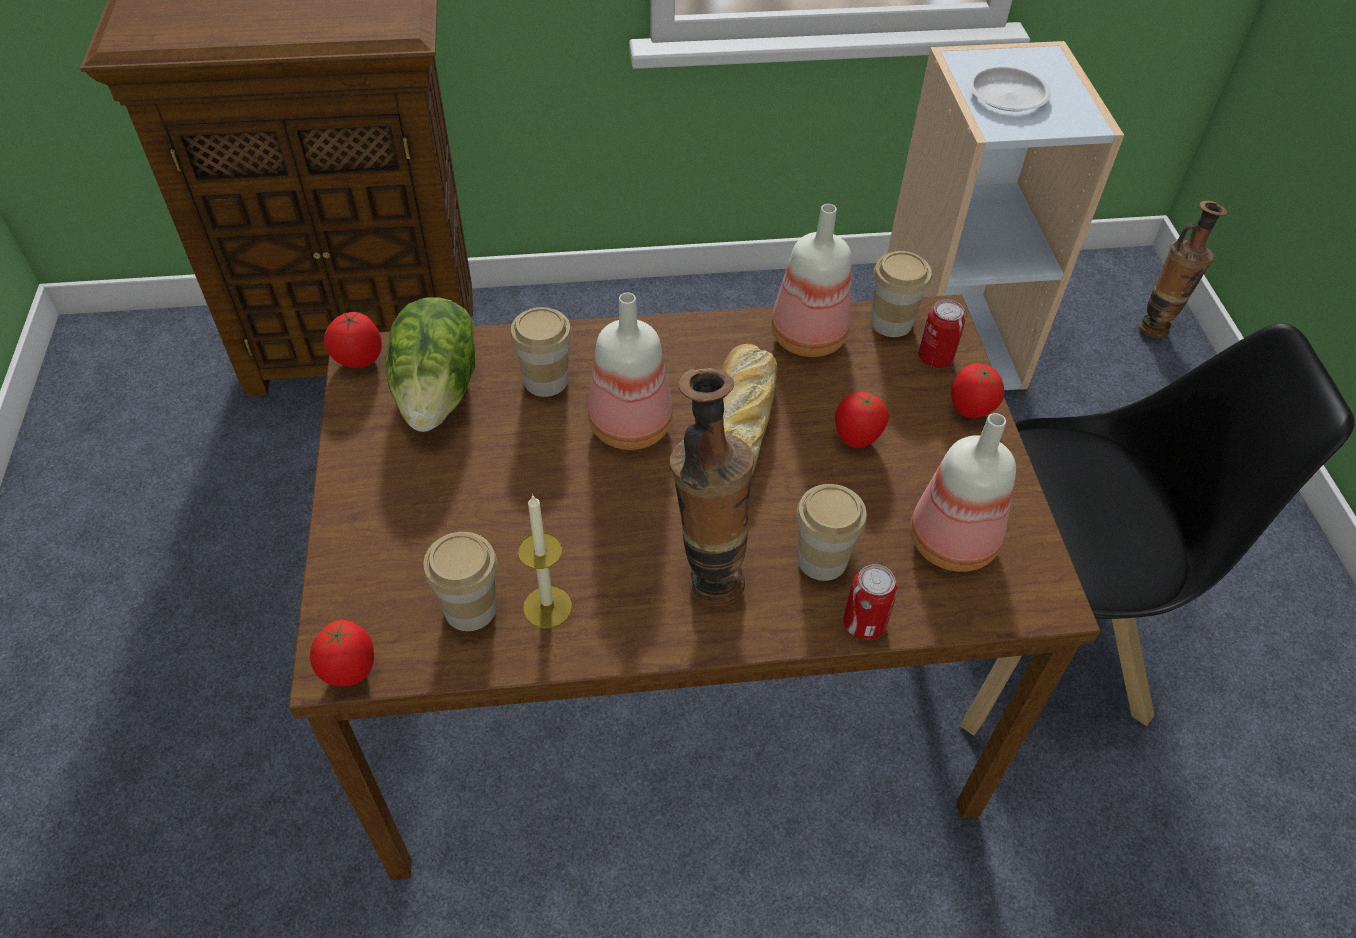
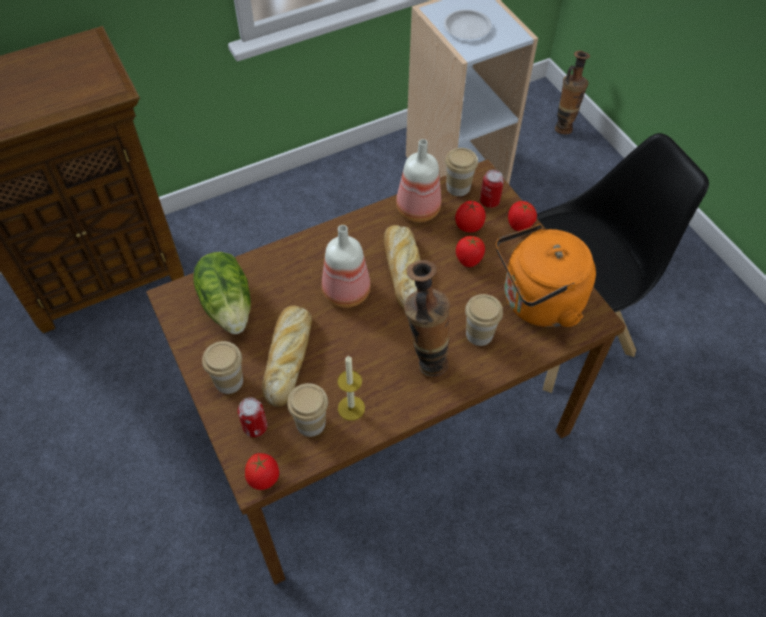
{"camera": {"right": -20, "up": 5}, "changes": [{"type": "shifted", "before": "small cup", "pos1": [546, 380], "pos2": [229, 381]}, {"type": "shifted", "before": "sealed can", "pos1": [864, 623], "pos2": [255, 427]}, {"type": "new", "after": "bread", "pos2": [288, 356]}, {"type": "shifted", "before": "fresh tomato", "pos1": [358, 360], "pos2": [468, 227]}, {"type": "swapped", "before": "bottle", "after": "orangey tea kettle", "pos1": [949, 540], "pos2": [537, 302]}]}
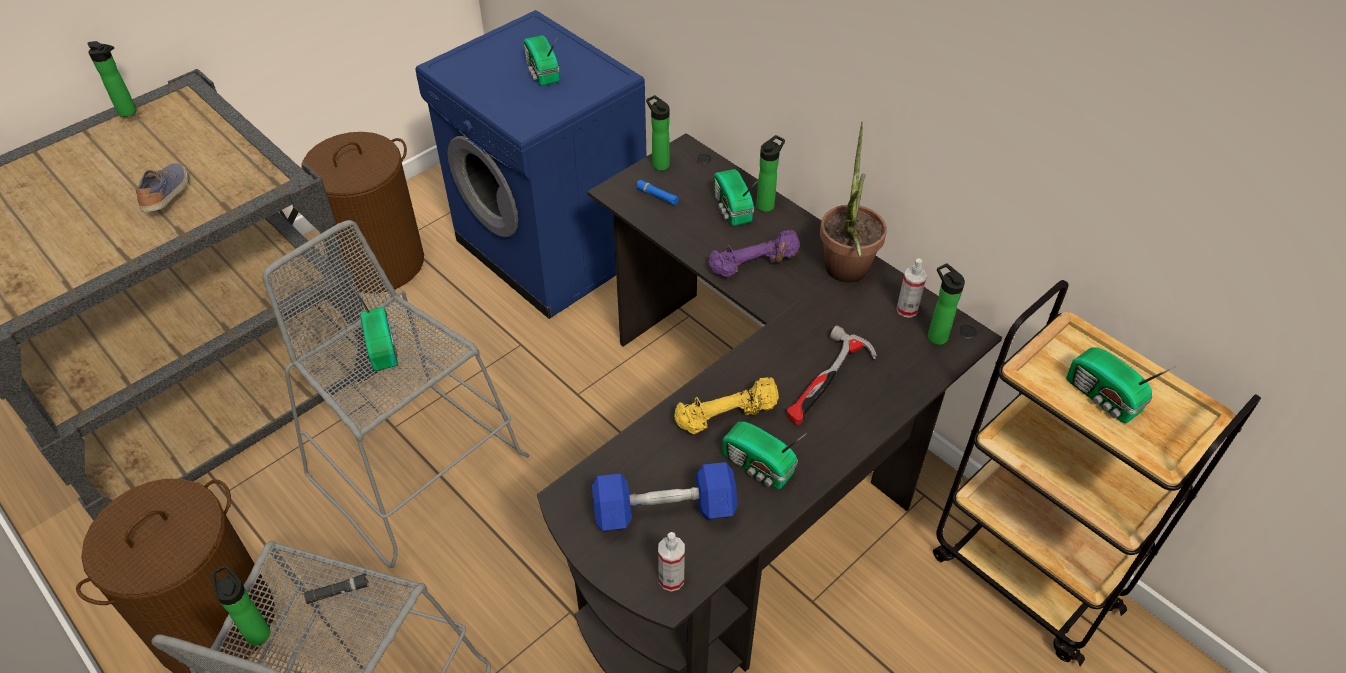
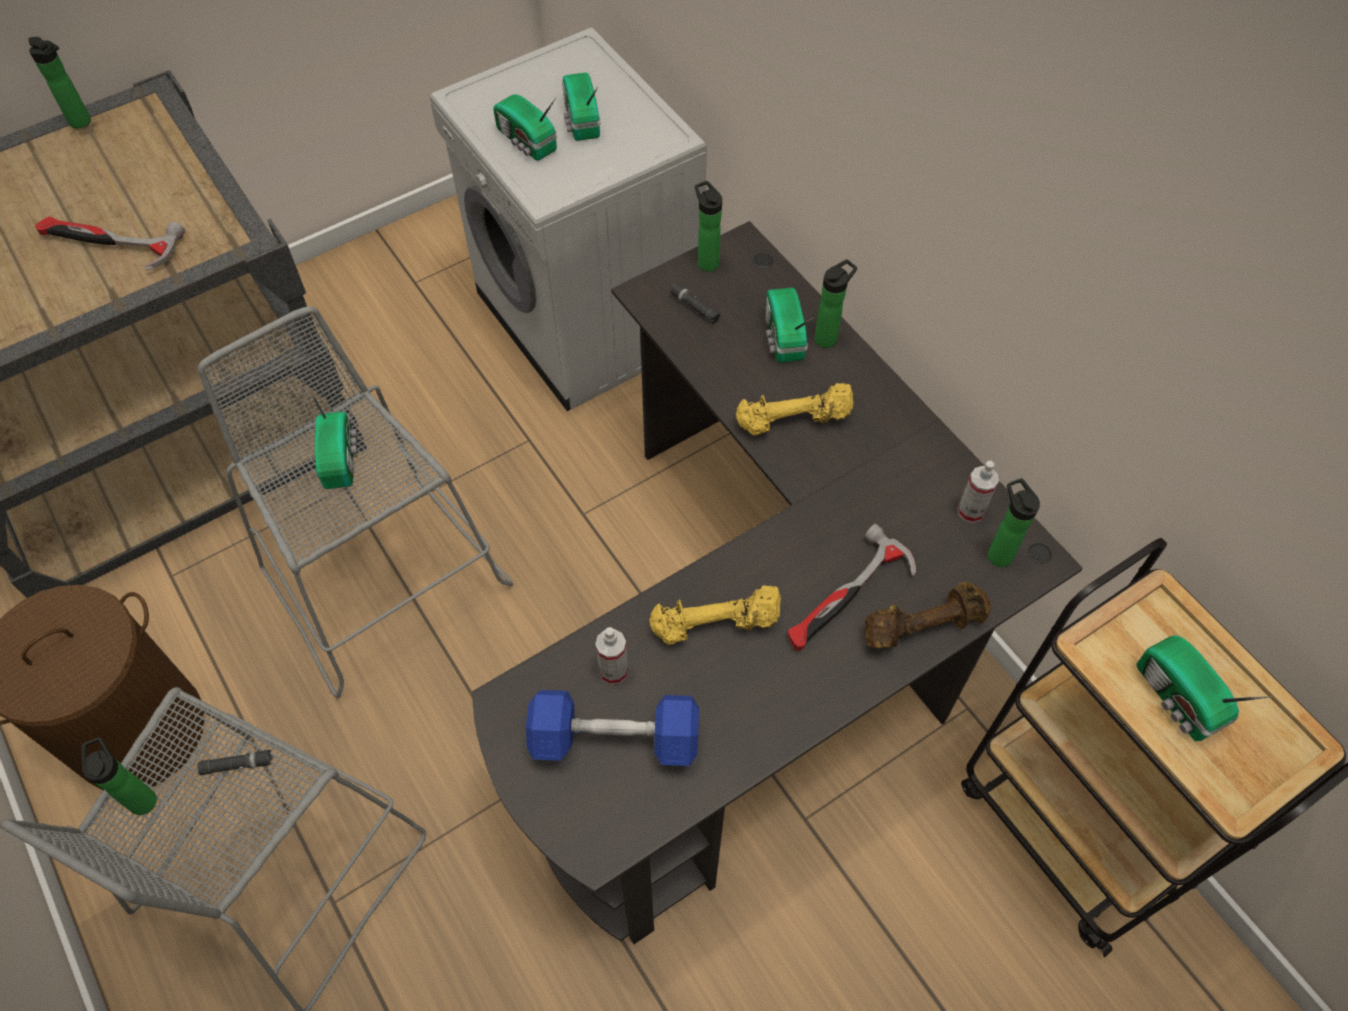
{"camera": {"right": 10, "up": 10}, "changes": [{"type": "swapped", "before": "low shoe", "after": "tool hammer", "pos1": [168, 195], "pos2": [108, 244]}, {"type": "repainted", "before": "blue laundry machine", "after": "white laundry machine", "pos1": [549, 251], "pos2": [583, 321]}, {"type": "shifted", "before": "radio set", "pos1": [758, 467], "pos2": [526, 142]}, {"type": "shifted", "before": "hand sprayer", "pos1": [671, 579], "pos2": [613, 671]}, {"type": "repainted", "before": "blue flashlight", "after": "black-coloured flashlight", "pos1": [657, 196], "pos2": [694, 307]}, {"type": "repainted", "before": "purple-coloured hand weight", "after": "yellow-coloured hand weight", "pos1": [754, 265], "pos2": [794, 421]}, {"type": "new", "after": "brownish hand weight", "pos2": [922, 625]}, {"type": "gone", "before": "brownish hamper", "pos1": [380, 262]}, {"type": "gone", "before": "potted plant", "pos1": [844, 274]}]}
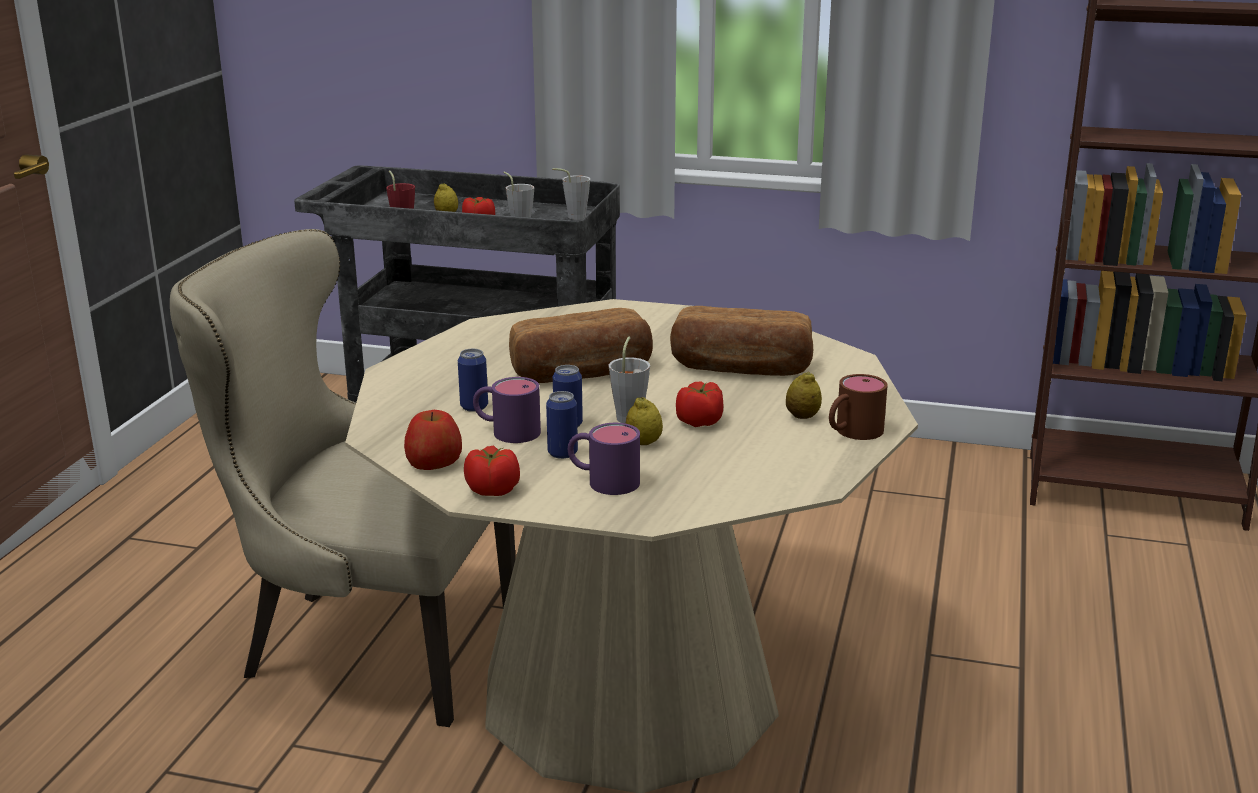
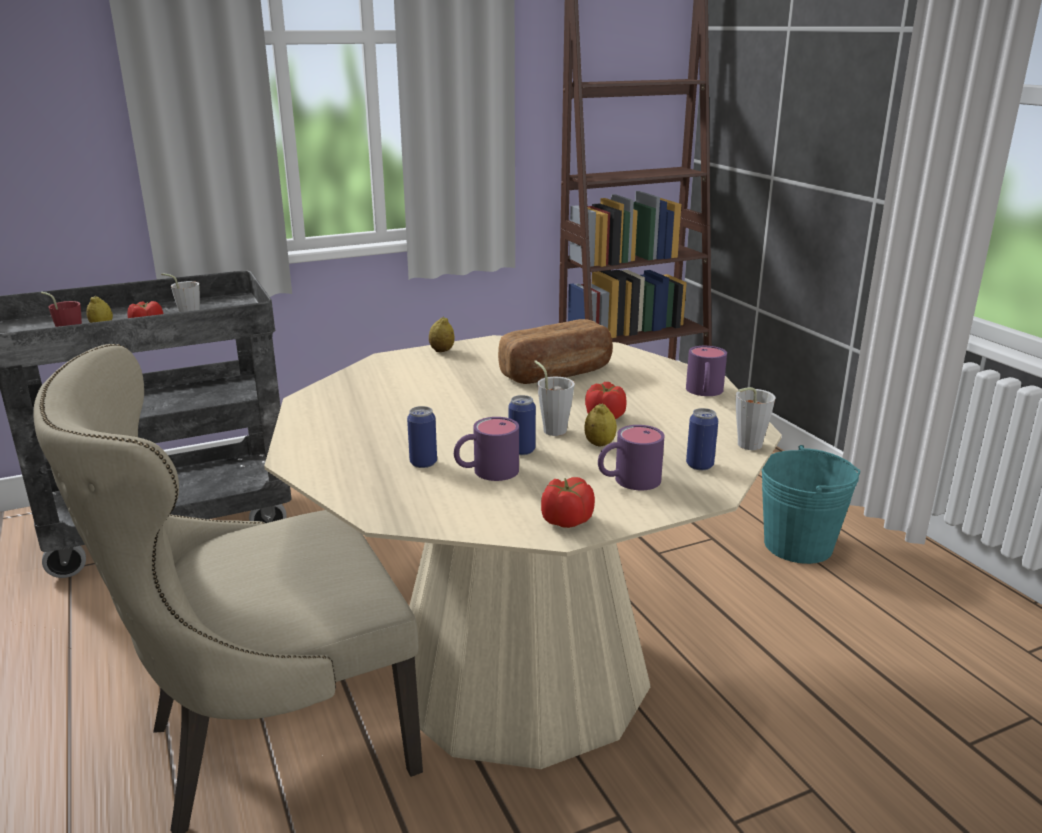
{"camera": {"right": -40, "up": 0}, "changes": [{"type": "shifted", "before": "citrus fruit", "pos1": [802, 417], "pos2": [442, 351]}, {"type": "repainted", "before": "brownish coffee mug", "after": "purple-coloured coffee mug", "pos1": [852, 432], "pos2": [704, 392]}, {"type": "shifted", "before": "sealed can", "pos1": [562, 453], "pos2": [699, 465]}, {"type": "shifted", "before": "gray small cup", "pos1": [572, 217], "pos2": [745, 446]}, {"type": "new", "after": "turquoise pail", "pos2": [798, 545]}, {"type": "gone", "before": "whole apple", "pos1": [433, 463]}, {"type": "gone", "before": "bread", "pos1": [582, 372]}]}
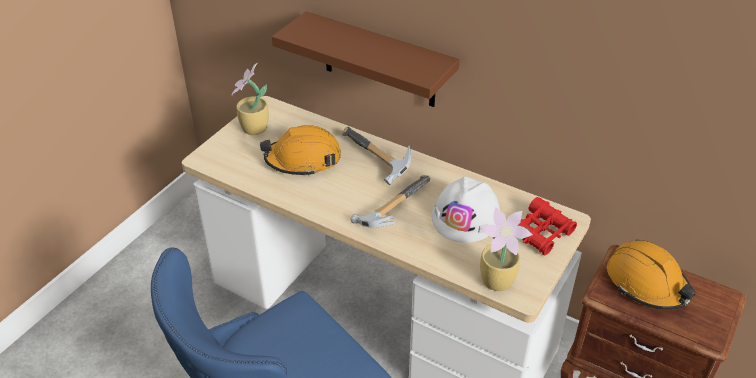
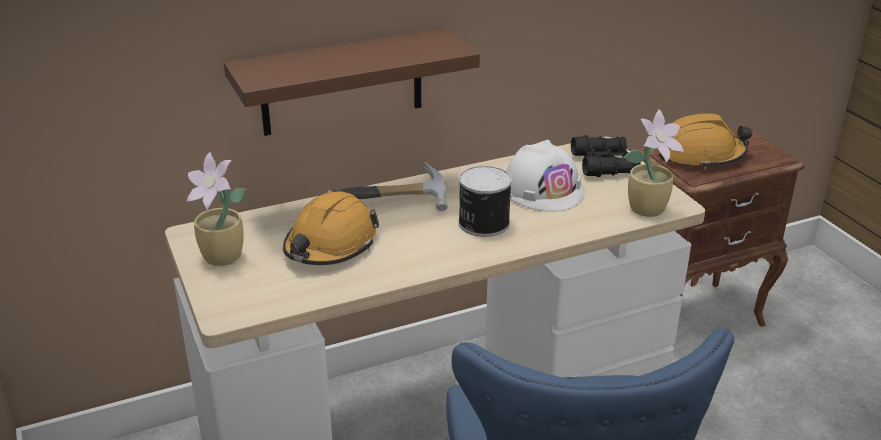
{"camera": {"right": -55, "up": -10}, "changes": [{"type": "swapped", "before": "tool hammer", "after": "sealed can", "pos1": [391, 208], "pos2": [482, 223]}, {"type": "repainted", "before": "red-coloured pair of binoculars", "after": "black-coloured pair of binoculars", "pos1": [540, 232], "pos2": [604, 164]}]}
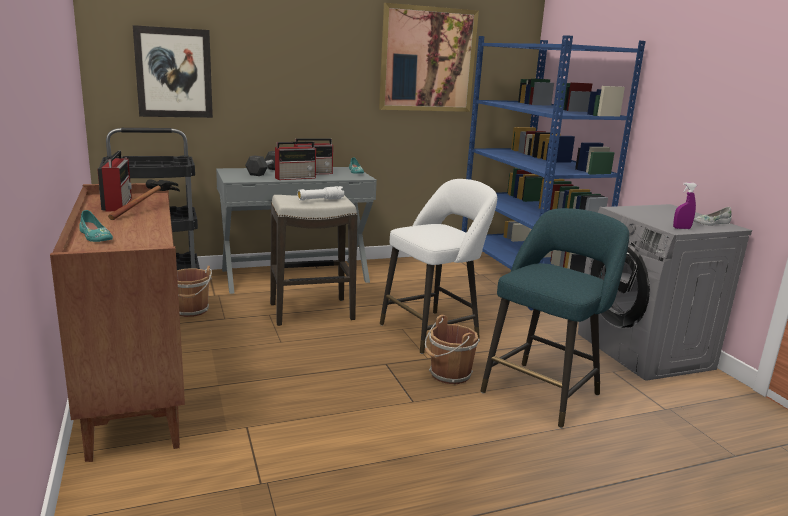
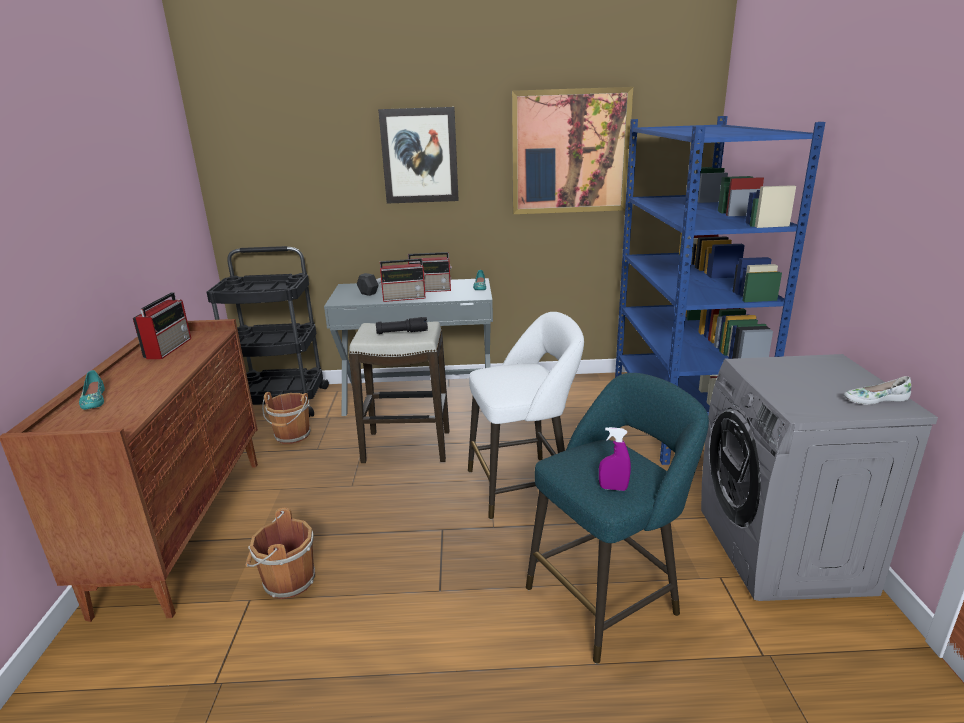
{"camera": {"right": 20, "up": 5}, "changes": [{"type": "shifted", "before": "brownish pail", "pos1": [448, 375], "pos2": [287, 581]}, {"type": "repainted", "before": "white flashlight", "after": "black-coloured flashlight", "pos1": [320, 200], "pos2": [402, 332]}, {"type": "shifted", "before": "wall picture", "pos1": [174, 73], "pos2": [419, 156]}, {"type": "shifted", "before": "purple-coloured hand sprayer", "pos1": [681, 228], "pos2": [613, 488]}, {"type": "gone", "before": "tool hammer", "pos1": [148, 209]}]}
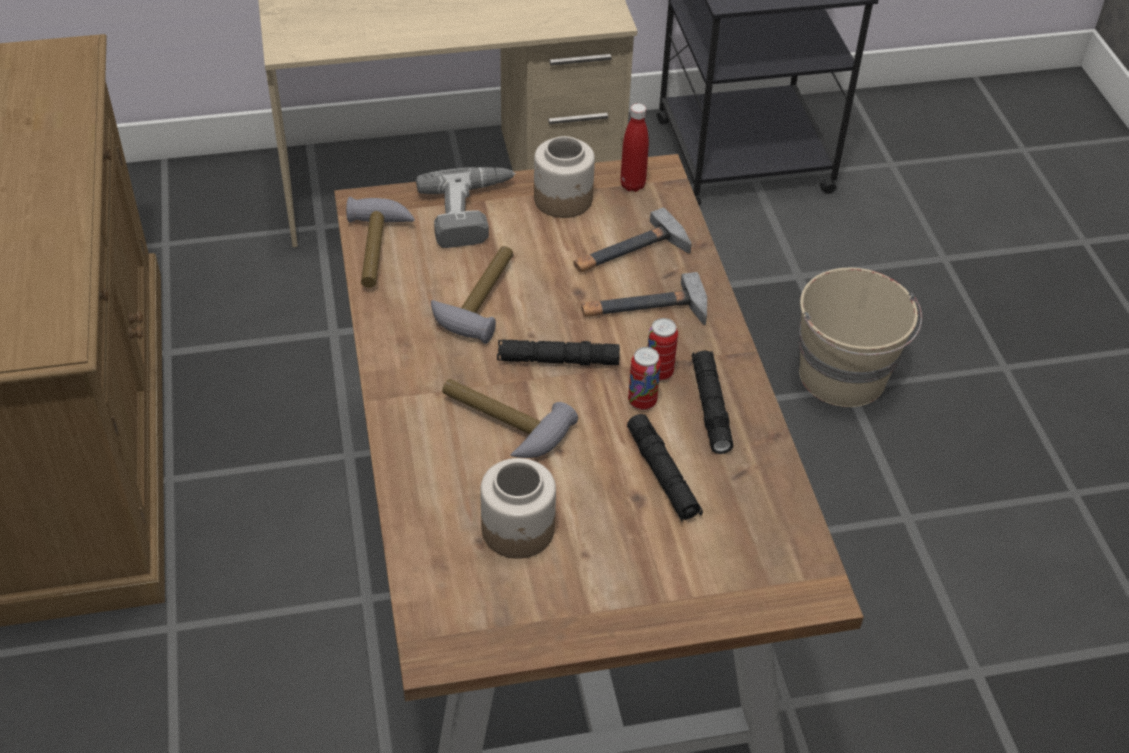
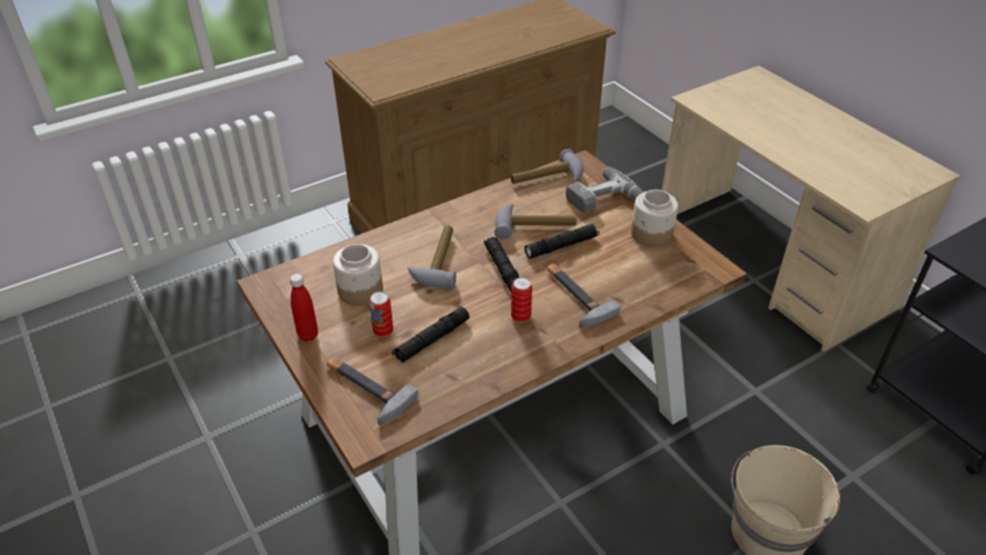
{"camera": {"right": 70, "up": -5}, "changes": [{"type": "shifted", "before": "red-coloured bottle", "pos1": [632, 185], "pos2": [308, 335]}, {"type": "shifted", "before": "tool hammer", "pos1": [629, 253], "pos2": [364, 388]}, {"type": "shifted", "before": "sealed can", "pos1": [642, 401], "pos2": [383, 331]}, {"type": "shifted", "before": "black-coloured flashlight", "pos1": [710, 407], "pos2": [561, 246]}]}
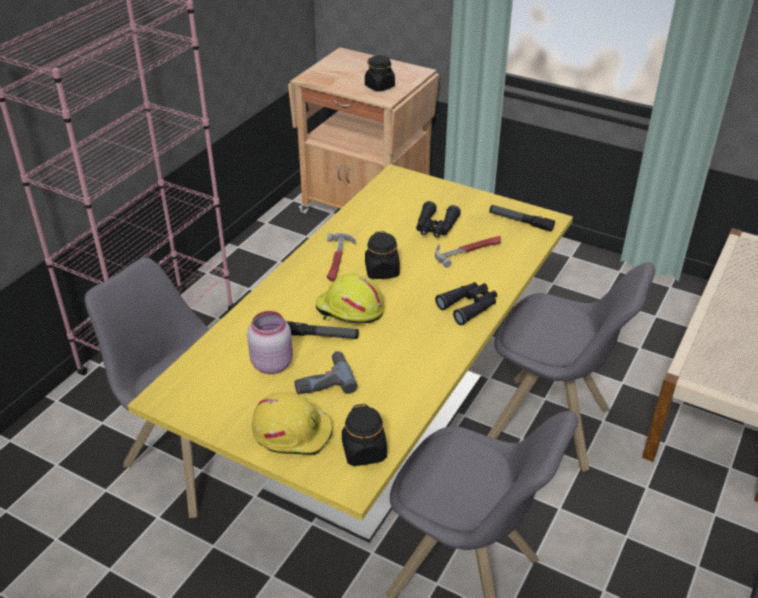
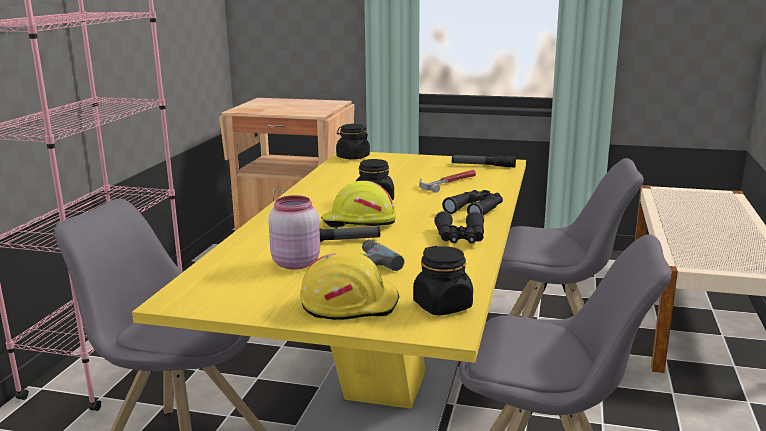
{"camera": {"right": -15, "up": -20}, "changes": [{"type": "shifted", "before": "black-coloured preserve jar", "pos1": [379, 86], "pos2": [352, 157]}, {"type": "shifted", "before": "black-coloured pair of binoculars", "pos1": [435, 227], "pos2": [460, 238]}, {"type": "gone", "before": "tool hammer", "pos1": [338, 260]}]}
